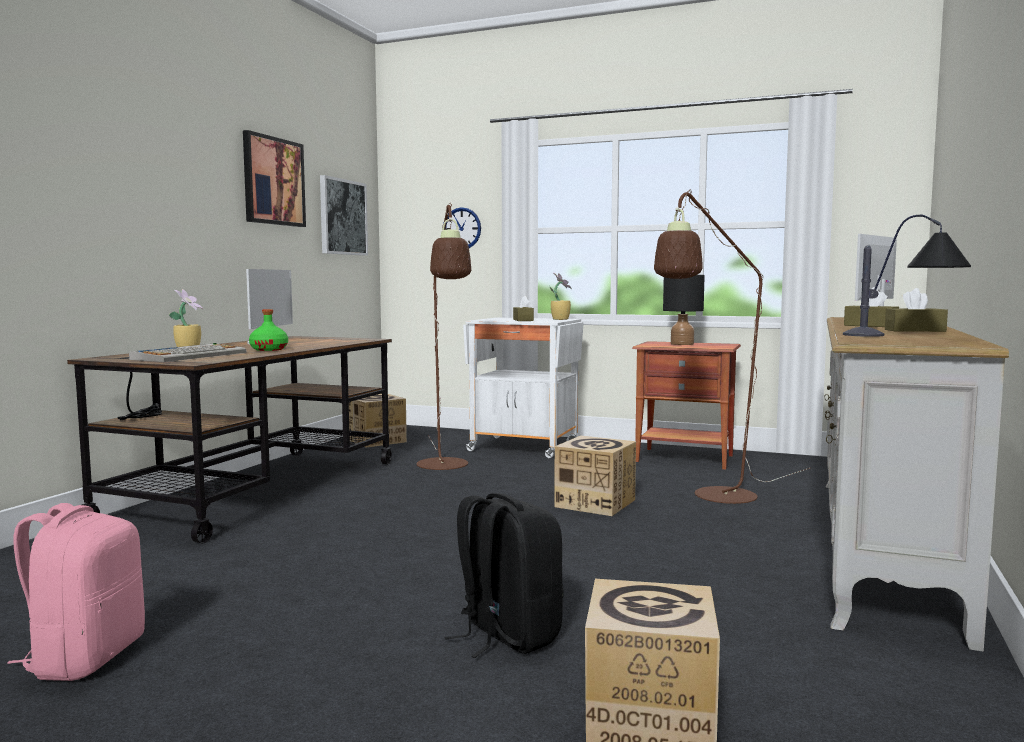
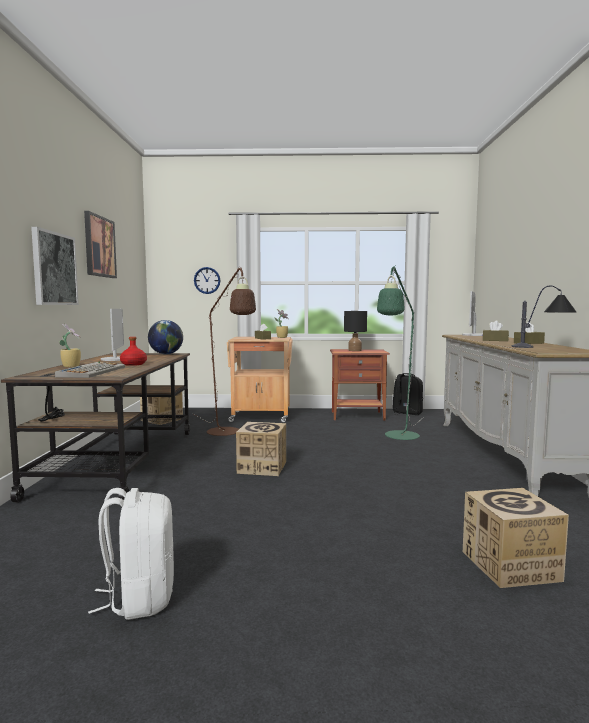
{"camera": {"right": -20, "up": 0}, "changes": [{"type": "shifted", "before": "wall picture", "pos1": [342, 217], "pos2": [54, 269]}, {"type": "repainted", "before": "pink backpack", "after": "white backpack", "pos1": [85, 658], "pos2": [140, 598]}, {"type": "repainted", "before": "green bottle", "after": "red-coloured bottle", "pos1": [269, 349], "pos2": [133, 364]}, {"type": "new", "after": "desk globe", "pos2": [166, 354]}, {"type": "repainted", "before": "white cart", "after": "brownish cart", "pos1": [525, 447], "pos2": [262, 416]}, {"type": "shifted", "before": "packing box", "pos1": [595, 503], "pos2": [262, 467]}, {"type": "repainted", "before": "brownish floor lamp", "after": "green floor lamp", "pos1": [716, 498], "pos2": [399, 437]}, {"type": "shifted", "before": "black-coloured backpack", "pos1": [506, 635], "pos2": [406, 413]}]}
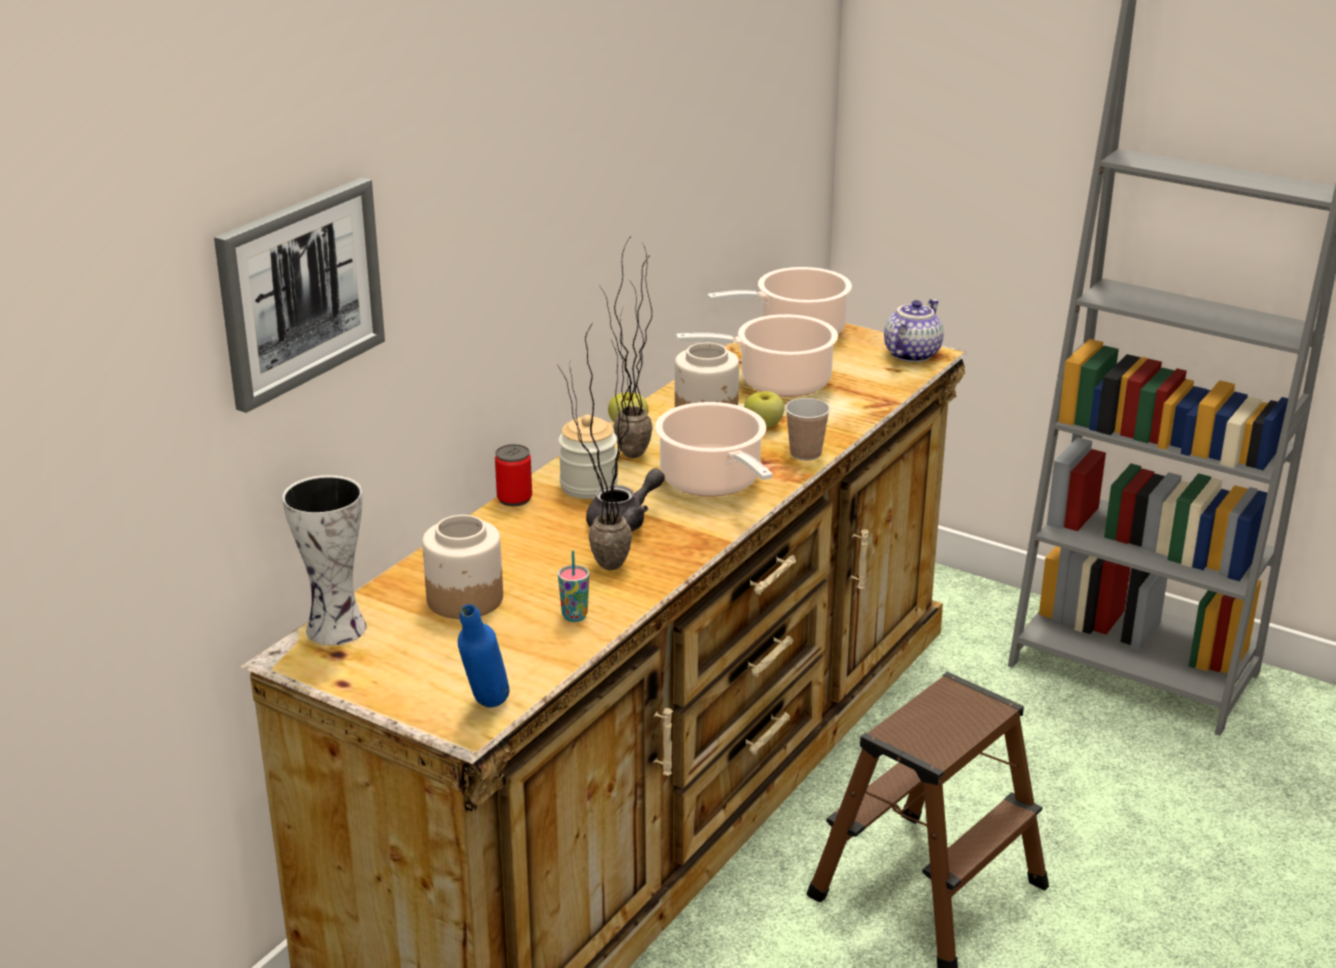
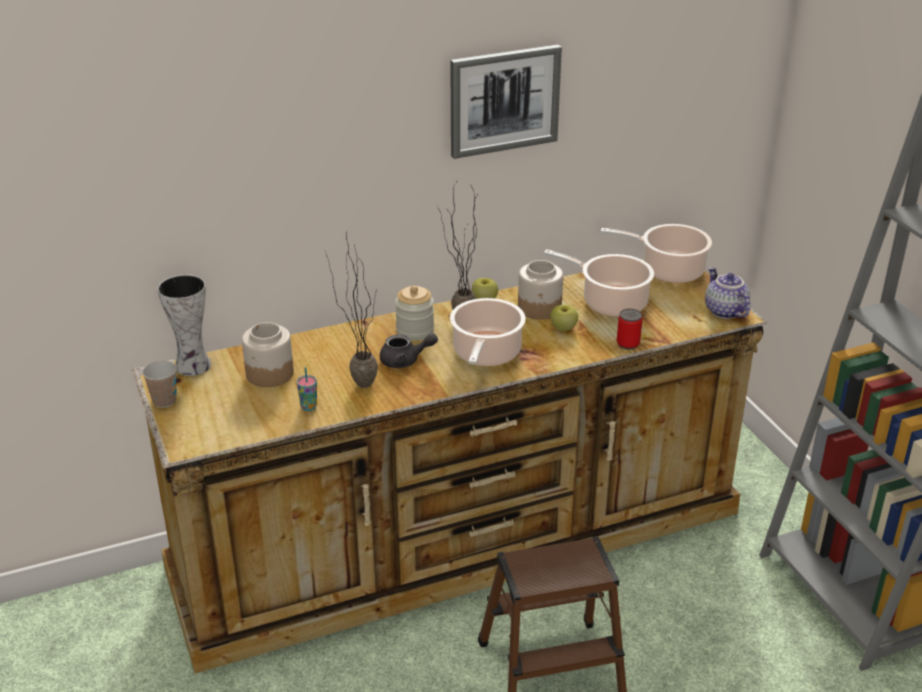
{"camera": {"right": 35, "up": 5}, "changes": [{"type": "shifted", "before": "small cup", "pos1": [805, 454], "pos2": [164, 401]}, {"type": "shifted", "before": "wall picture", "pos1": [299, 291], "pos2": [504, 100]}, {"type": "shifted", "before": "sealed can", "pos1": [514, 498], "pos2": [628, 344]}, {"type": "rotated", "before": "pot for tea", "pos1": [911, 354], "pos2": [724, 311], "turn": -90}, {"type": "gone", "before": "blue bottle", "pos1": [485, 710]}]}
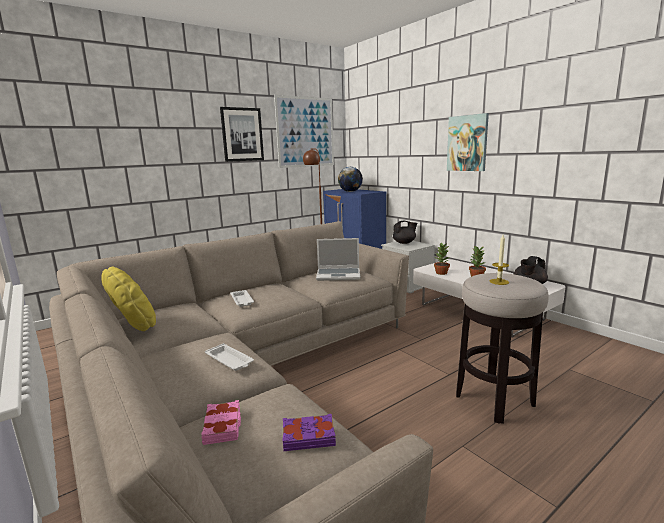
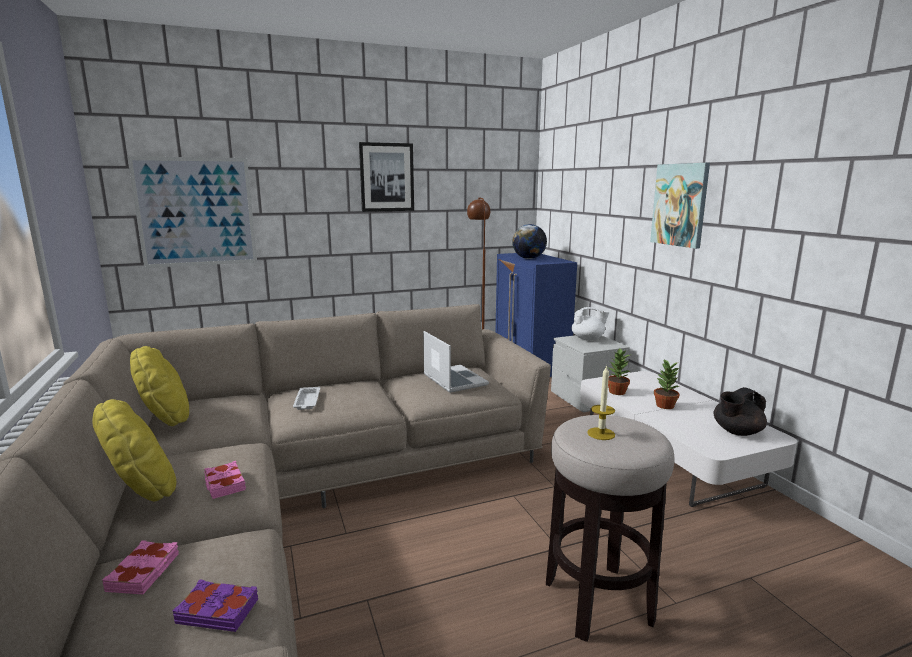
{"camera": {"right": 15, "up": 0}, "changes": [{"type": "new", "after": "yellow-coloured cushion", "pos2": [142, 494]}, {"type": "shifted", "before": "wall picture", "pos1": [305, 132], "pos2": [196, 212]}, {"type": "swapped", "before": "white carrying tray", "after": "pink book", "pos1": [230, 360], "pos2": [224, 484]}, {"type": "rotated", "before": "notebook computer", "pos1": [339, 275], "pos2": [453, 380], "turn": -135}, {"type": "repainted", "before": "black-coloured pot for tea", "after": "white pot for tea", "pos1": [404, 243], "pos2": [588, 339]}]}
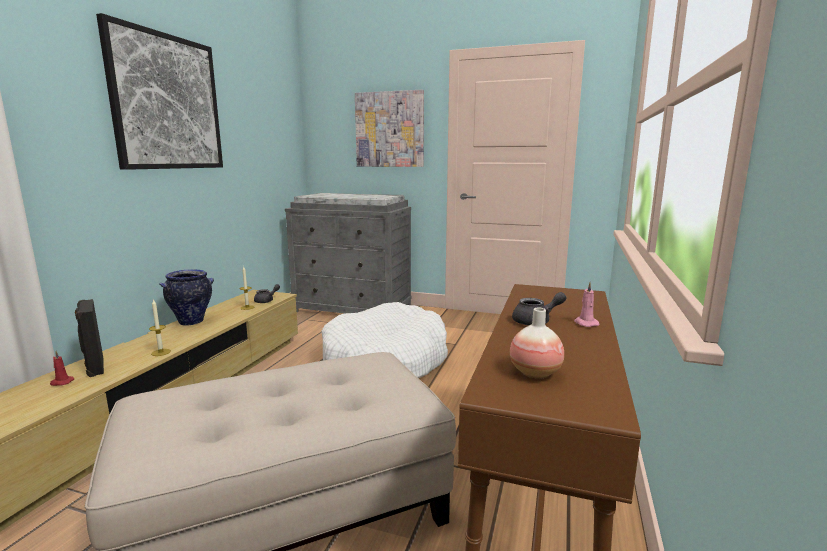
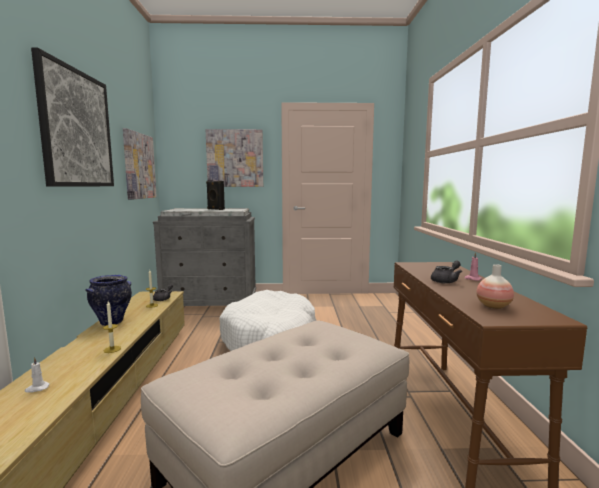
{"camera": {"right": -20, "up": -5}, "changes": [{"type": "repainted", "before": "red-coloured wax candle", "after": "white wax candle", "pos1": [61, 382], "pos2": [37, 388]}, {"type": "new", "after": "wall picture", "pos2": [139, 166]}, {"type": "shifted", "before": "black-coloured audio speaker", "pos1": [94, 367], "pos2": [215, 209]}]}
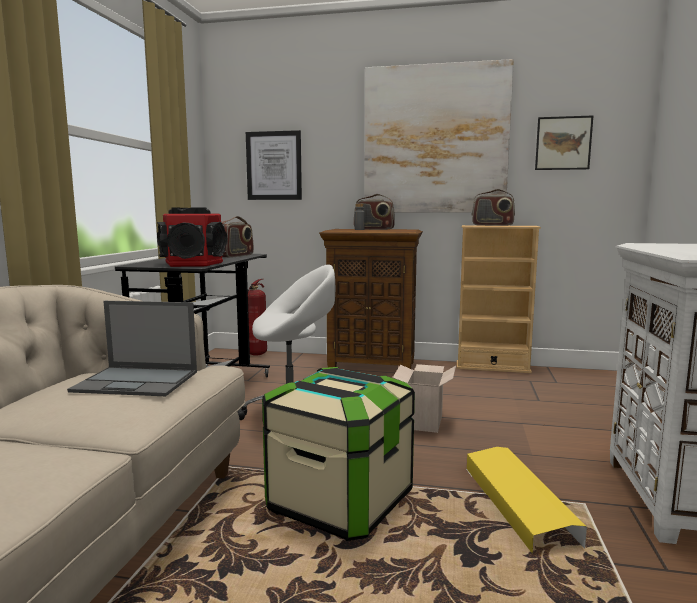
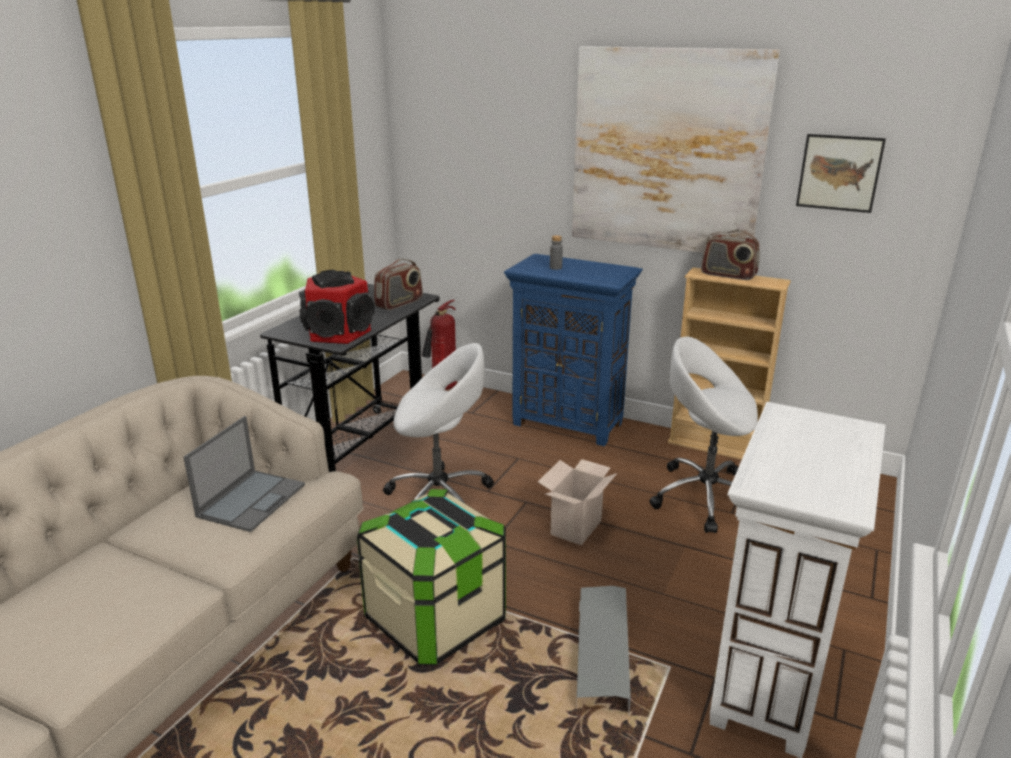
{"camera": {"right": 15, "up": 15}, "changes": [{"type": "rotated", "before": "notebook computer", "pos1": [138, 381], "pos2": [252, 499], "turn": -90}, {"type": "repainted", "before": "brownish storage cabinet", "after": "blue storage cabinet", "pos1": [373, 365], "pos2": [569, 424]}, {"type": "repainted", "before": "yellow-coloured storage bin", "after": "gray storage bin", "pos1": [517, 504], "pos2": [602, 654]}, {"type": "new", "after": "white computer chair", "pos2": [702, 496]}, {"type": "gone", "before": "wall picture", "pos1": [274, 166]}, {"type": "gone", "before": "radio set", "pos1": [374, 229]}]}
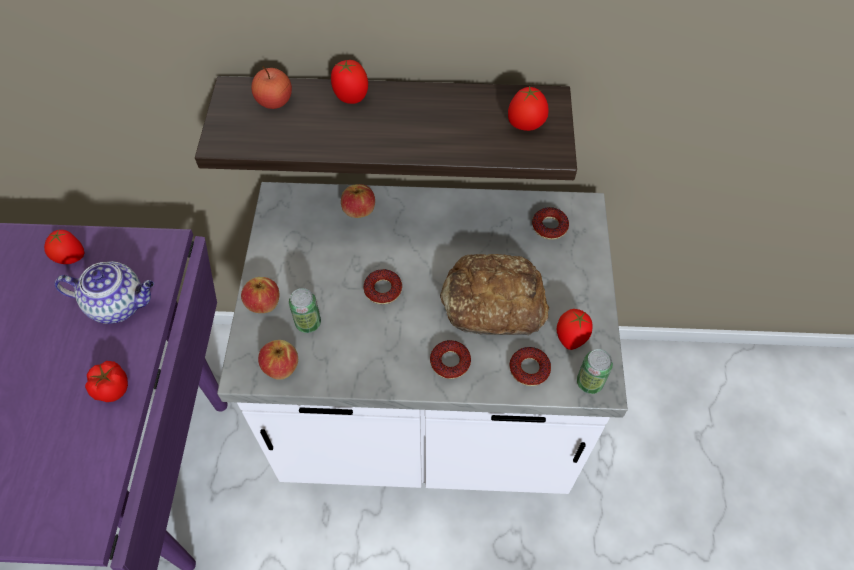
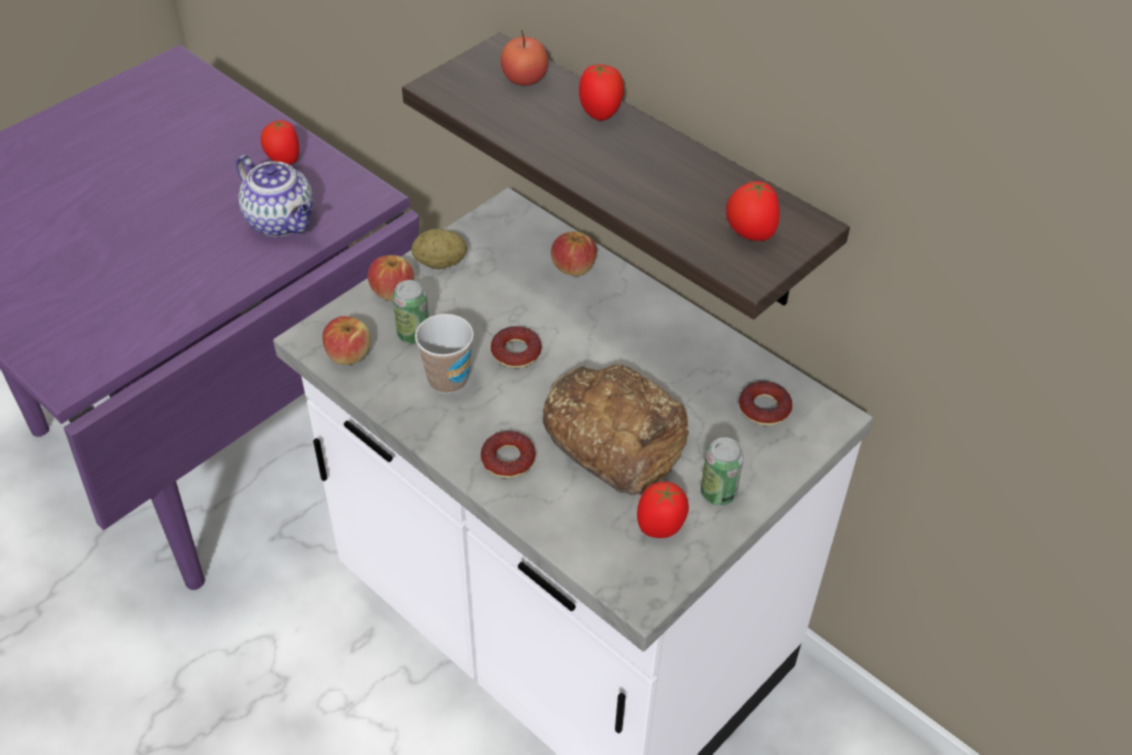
{"camera": {"right": 40, "up": -10}, "changes": [{"type": "new", "after": "potato", "pos2": [440, 263]}, {"type": "new", "after": "small cup", "pos2": [448, 380]}, {"type": "shifted", "before": "sealed can", "pos1": [589, 382], "pos2": [718, 493]}, {"type": "gone", "before": "fresh tomato", "pos1": [113, 387]}, {"type": "gone", "before": "donut", "pos1": [529, 369]}]}
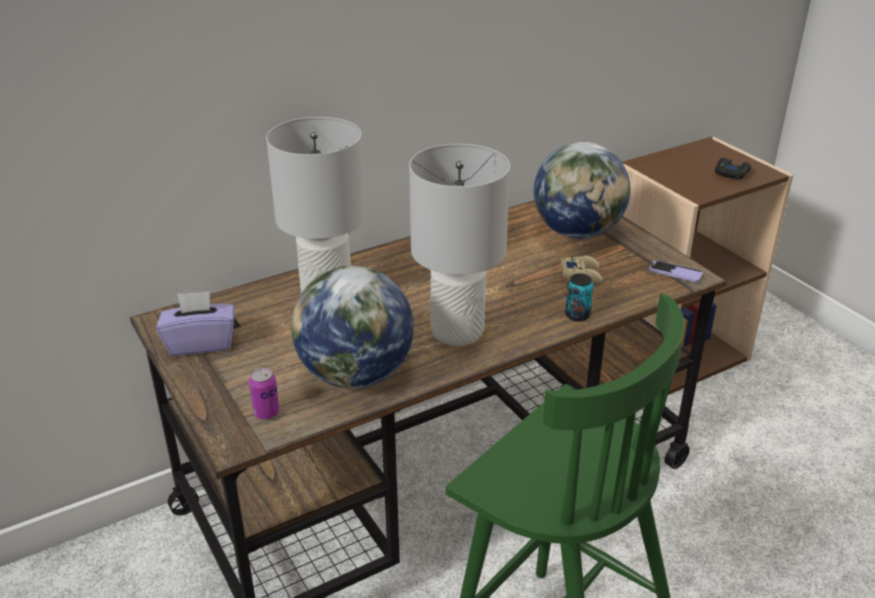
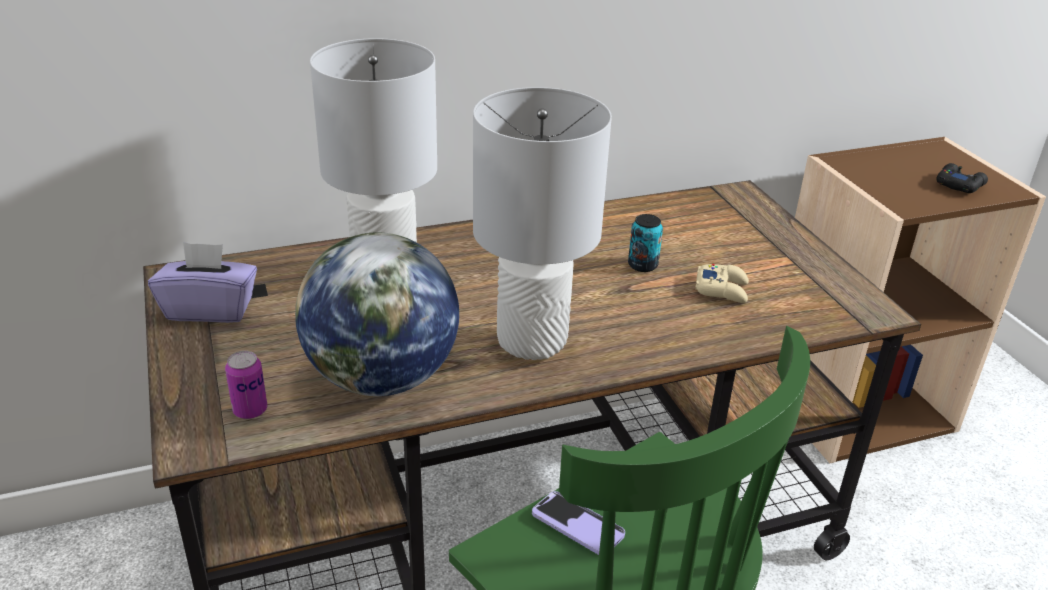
{"camera": {"right": 10, "up": 0}, "changes": [{"type": "shifted", "before": "phone", "pos1": [675, 273], "pos2": [577, 525]}, {"type": "shifted", "before": "sealed can", "pos1": [577, 315], "pos2": [642, 265]}, {"type": "gone", "before": "desk globe", "pos1": [578, 232]}]}
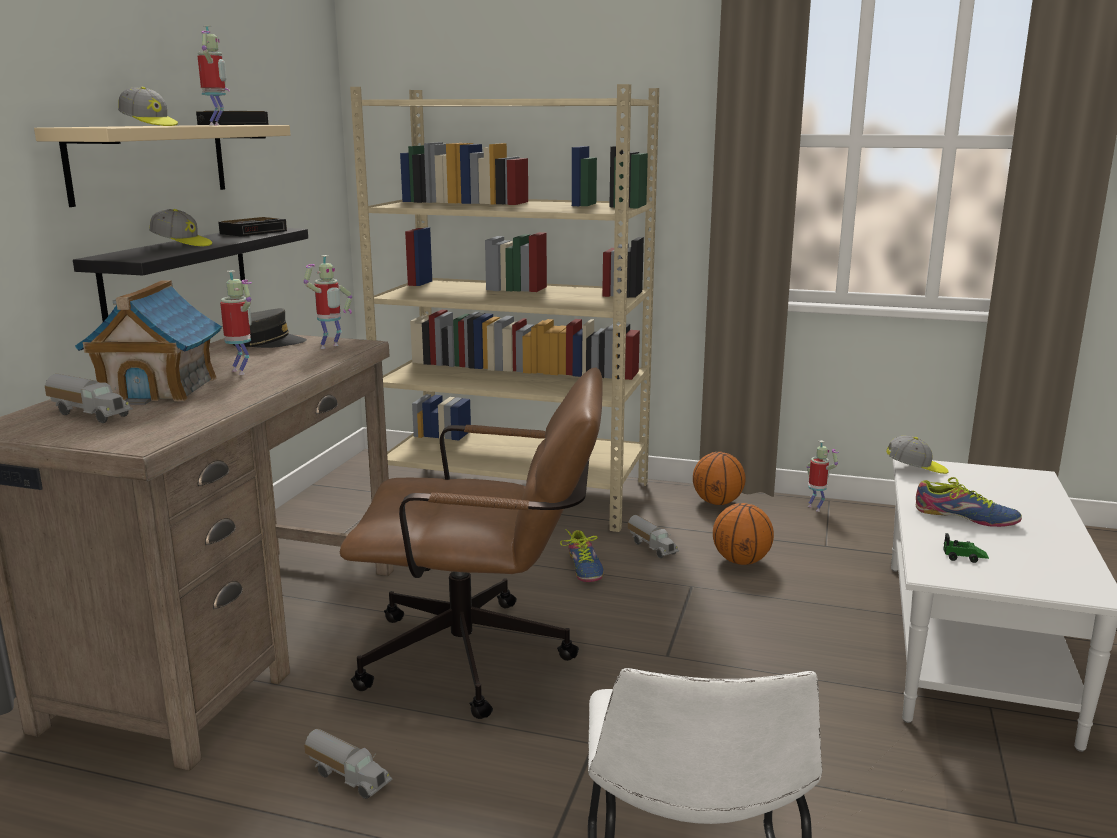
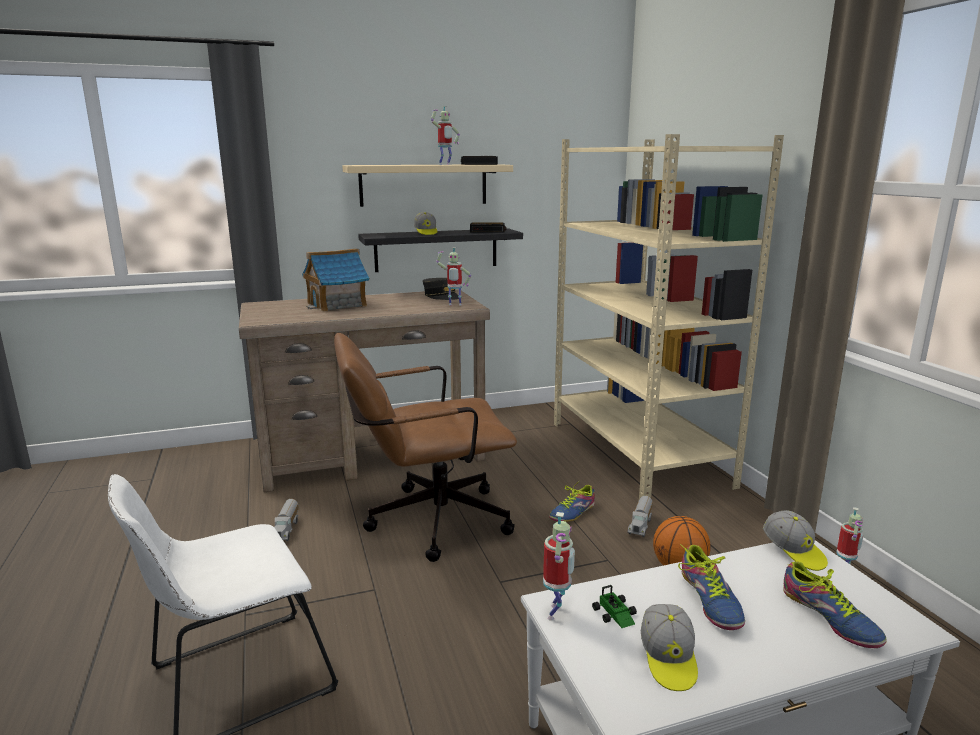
{"camera": {"right": 55, "up": 0}, "changes": [{"type": "rotated", "before": "brownish computer chair", "pos1": [484, 658], "pos2": [426, 521], "turn": 105}, {"type": "shifted", "before": "toy robot", "pos1": [242, 372], "pos2": [556, 613]}, {"type": "shifted", "before": "cap", "pos1": [150, 125], "pos2": [668, 659]}, {"type": "new", "after": "low shoe", "pos2": [830, 617]}, {"type": "gone", "before": "toy truck", "pos1": [90, 414]}, {"type": "gone", "before": "basketball ball", "pos1": [717, 502]}]}
